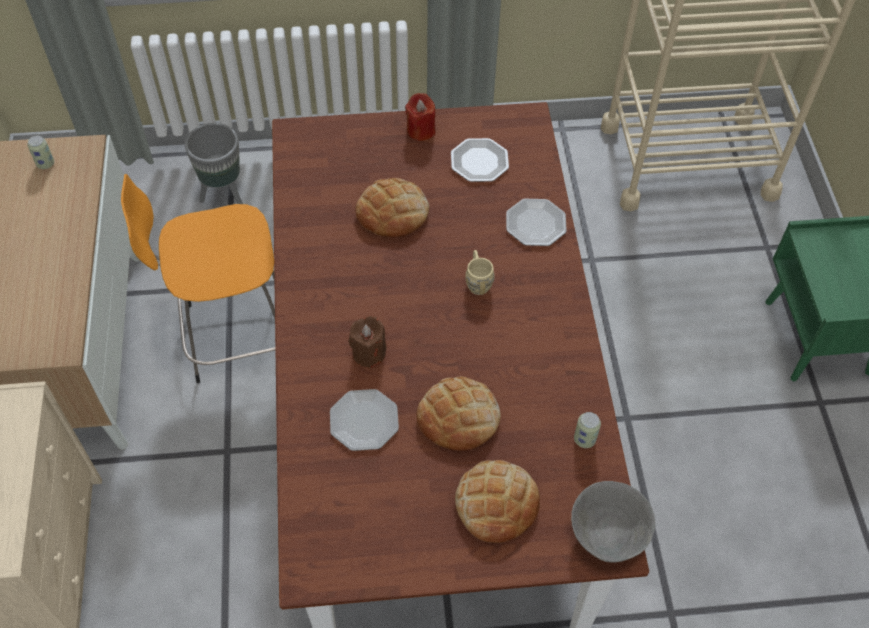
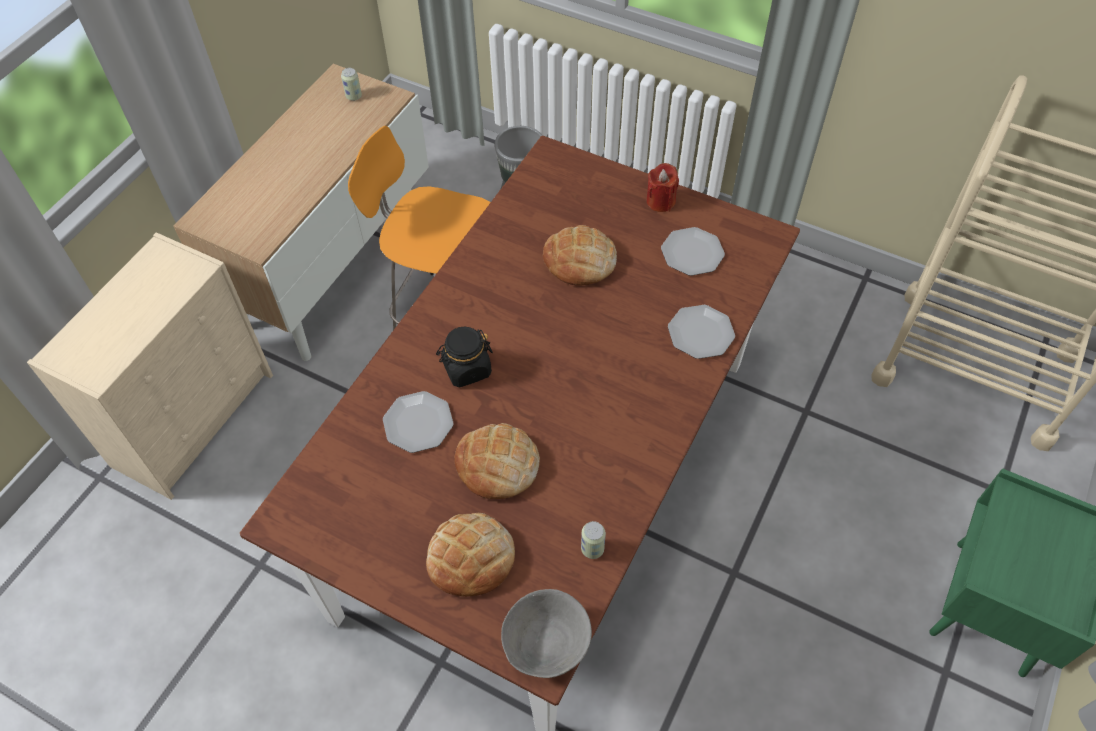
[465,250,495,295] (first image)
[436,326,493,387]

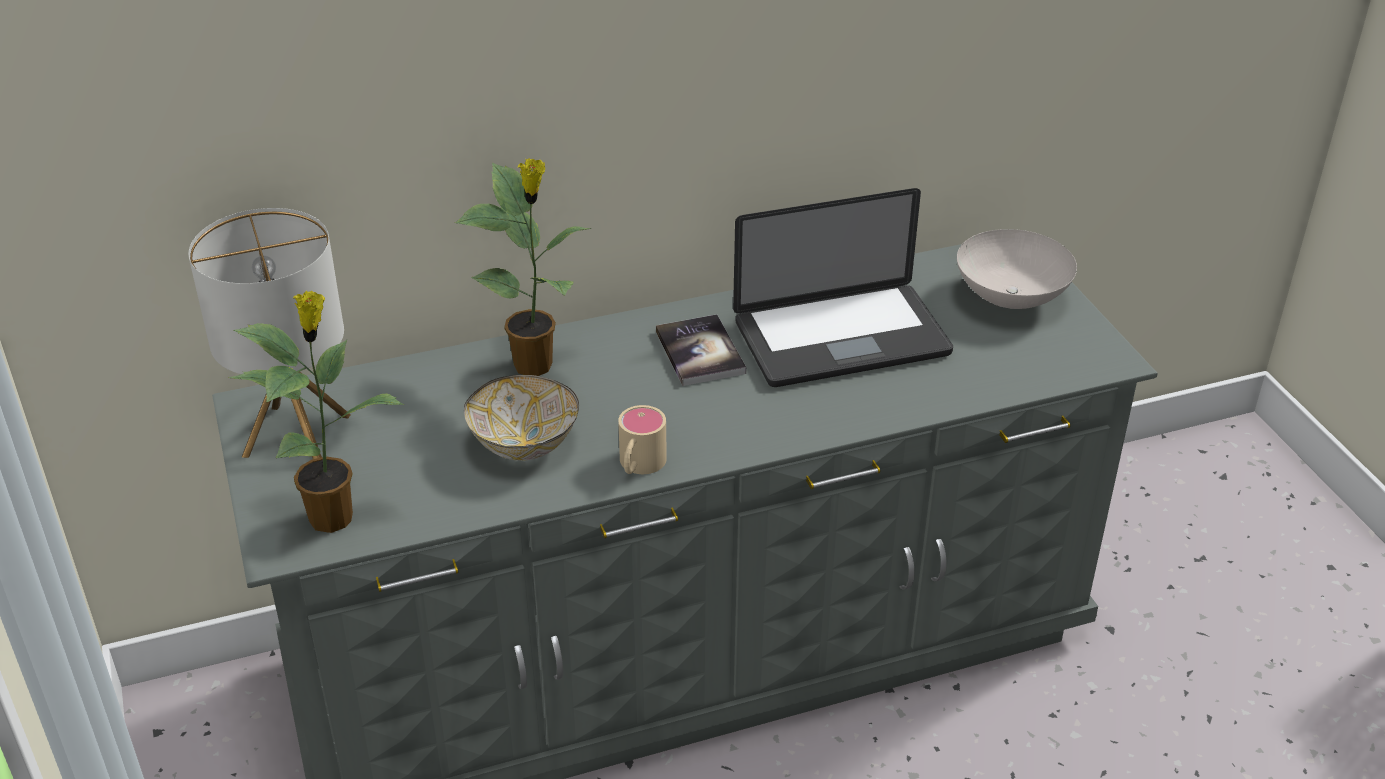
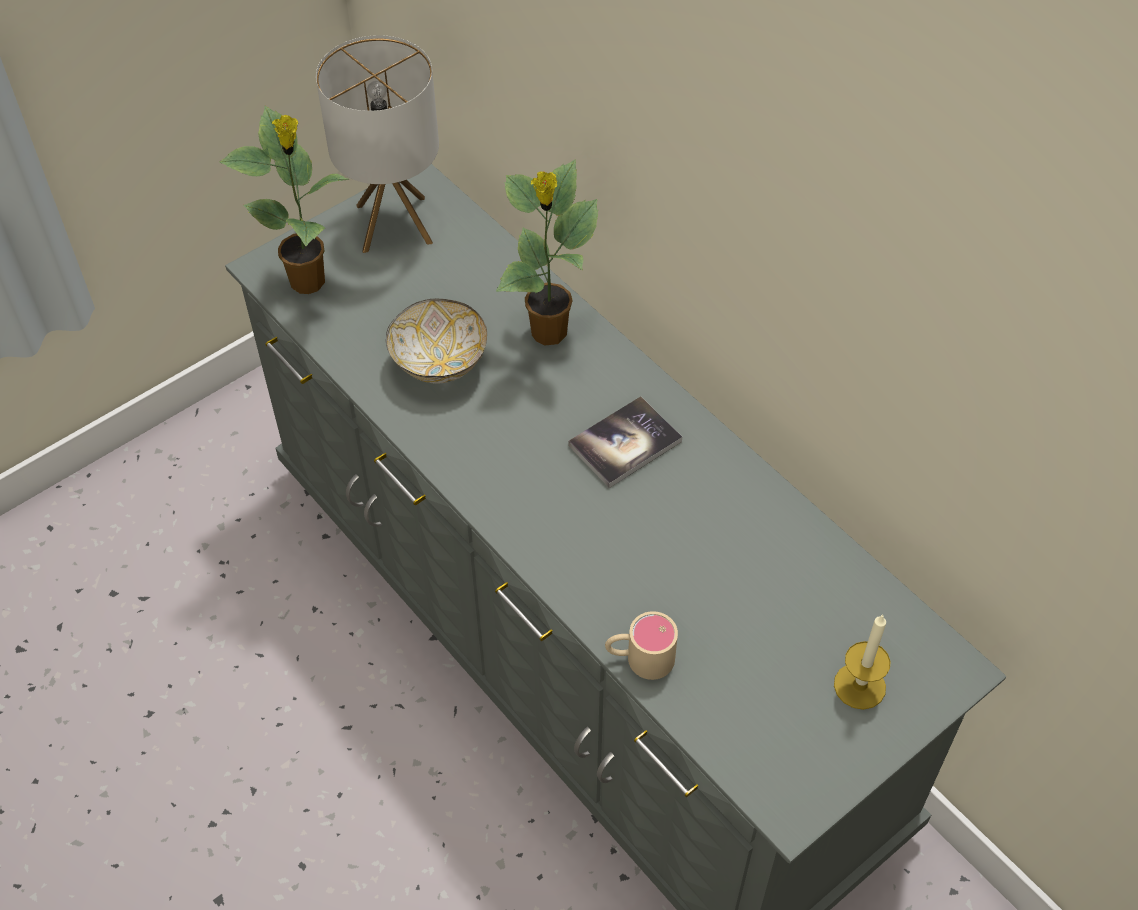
[733,188,953,387] (first image)
[605,611,678,680]
[834,614,891,710]

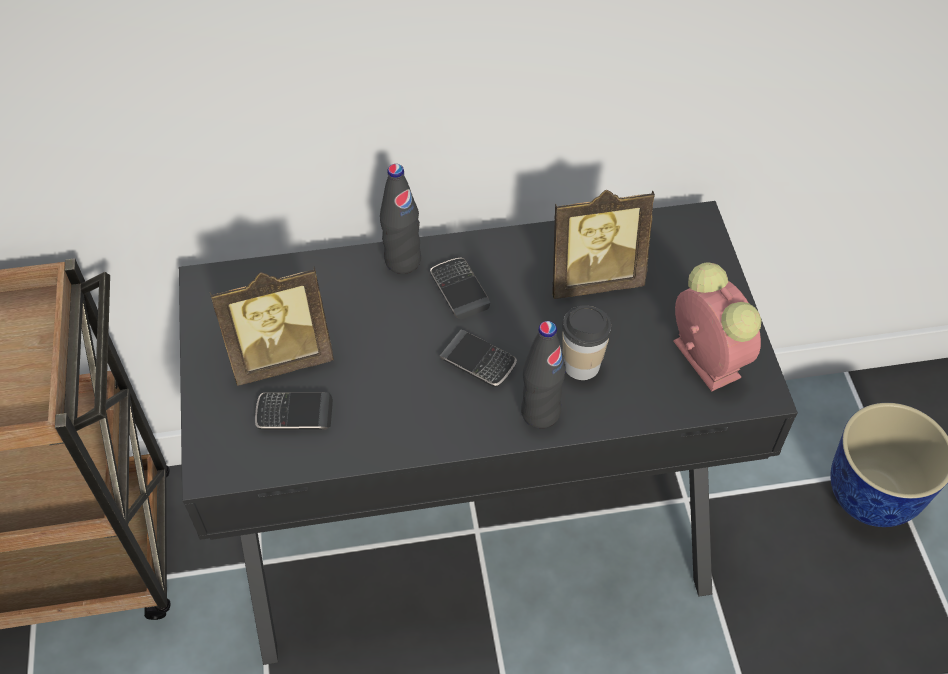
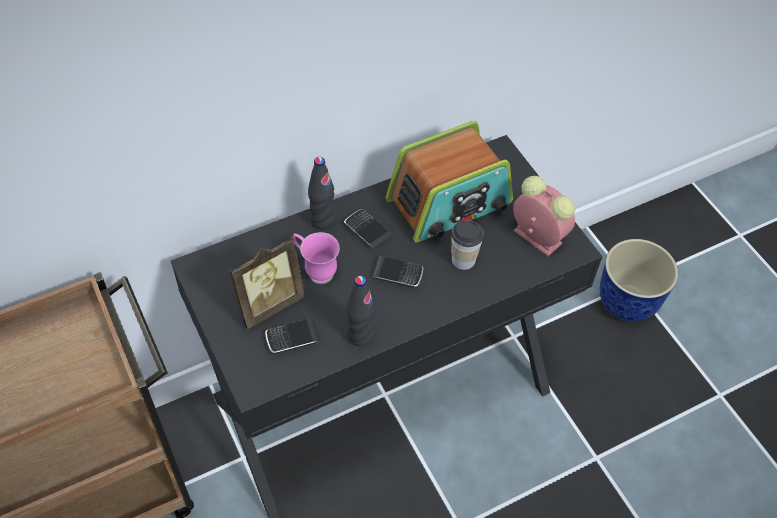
[293,232,340,284]
[346,276,375,346]
[385,121,513,242]

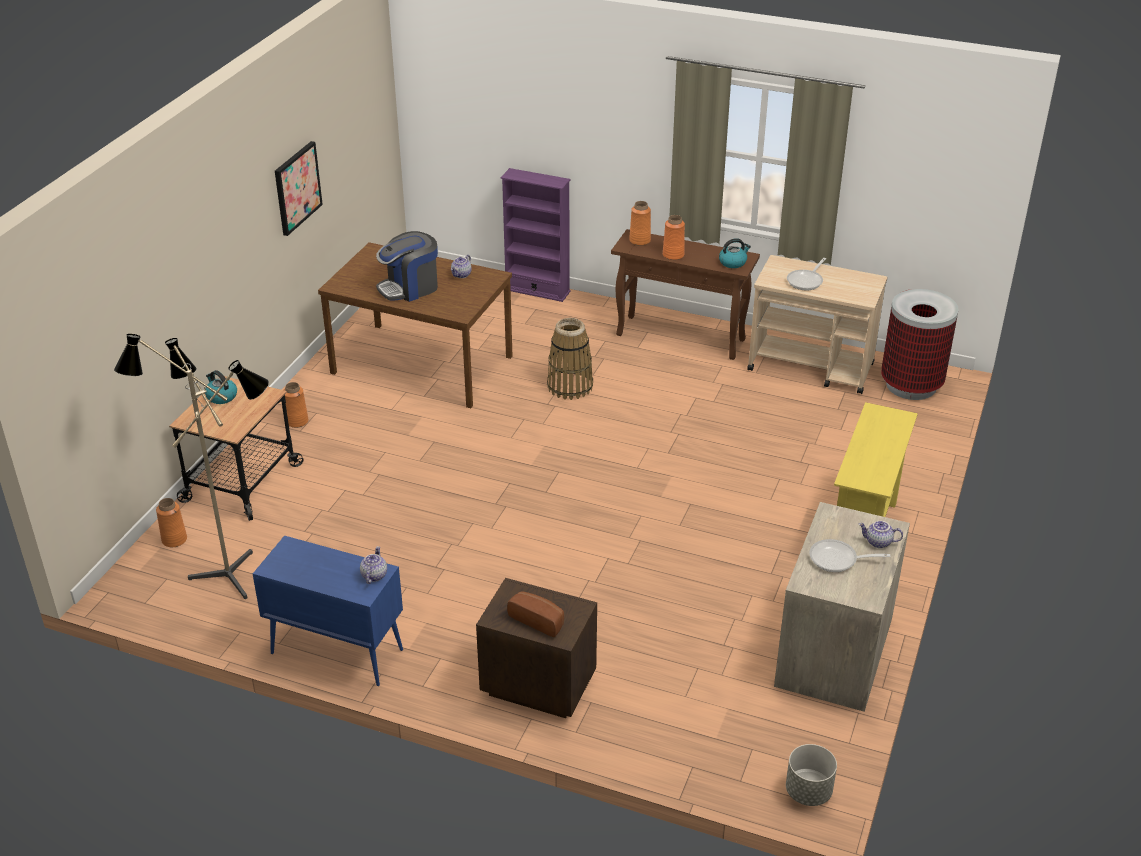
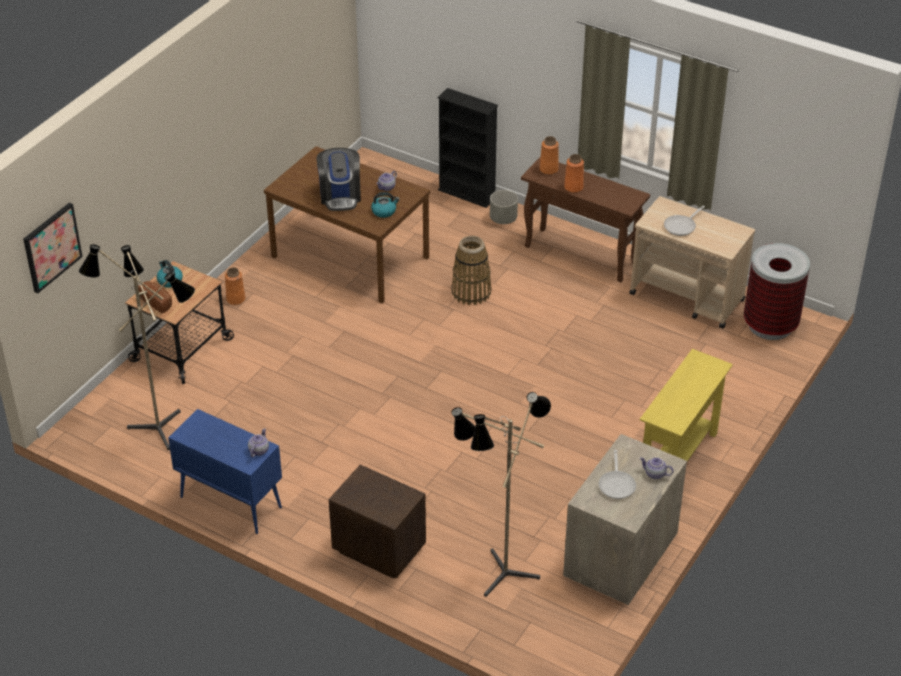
[156,498,187,547] (first image)
[451,392,551,597]
[23,203,82,293]
[138,281,172,313]
[371,192,400,218]
[490,190,518,224]
[437,88,498,208]
[317,148,361,211]
[599,450,636,499]

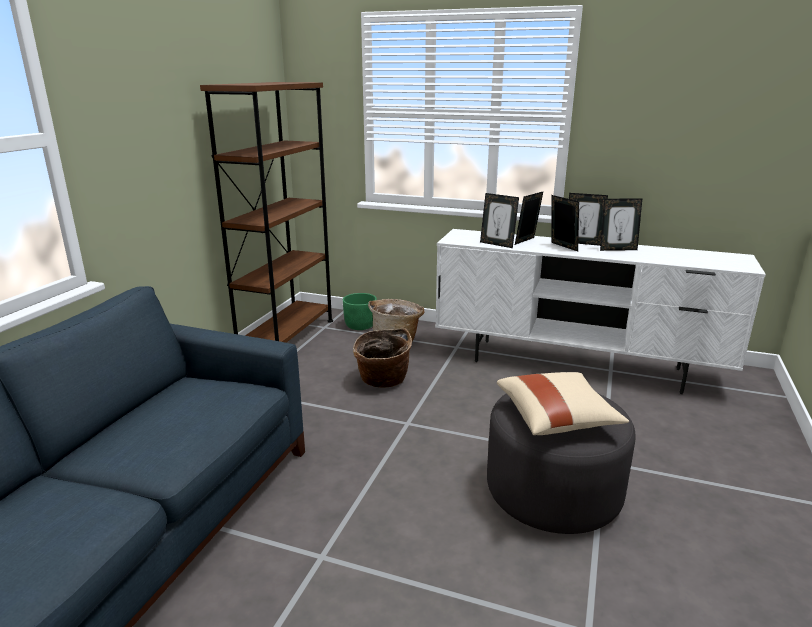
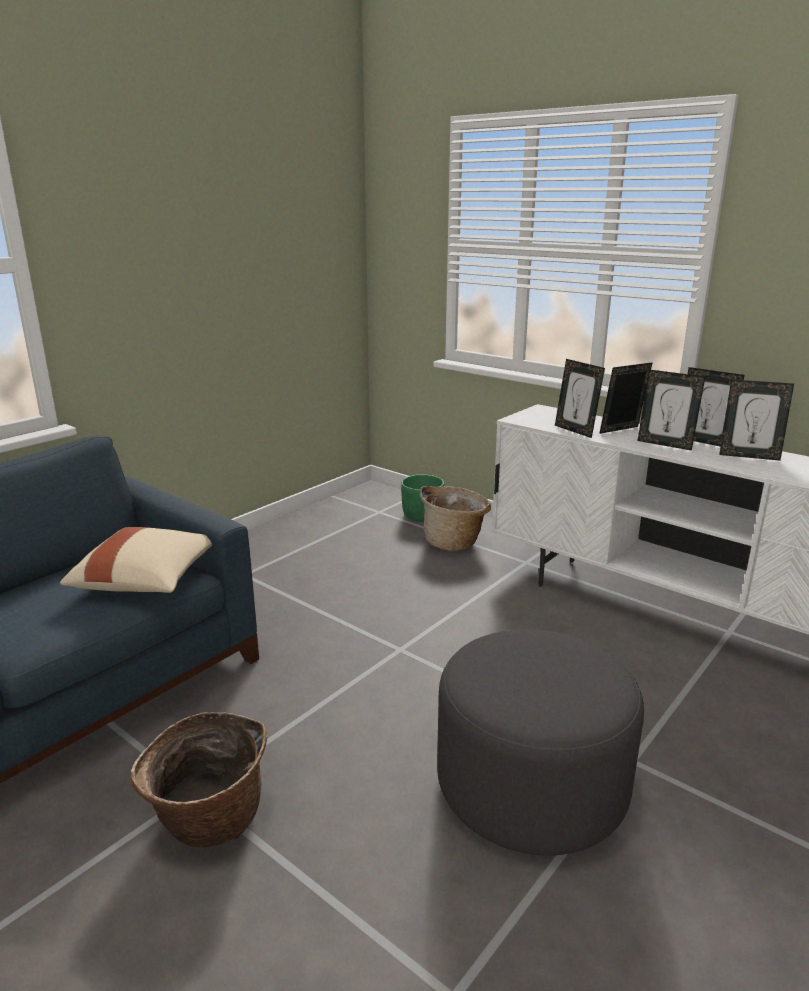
[200,82,333,343] (first image)
[131,712,267,848]
[60,527,212,593]
[638,370,705,451]

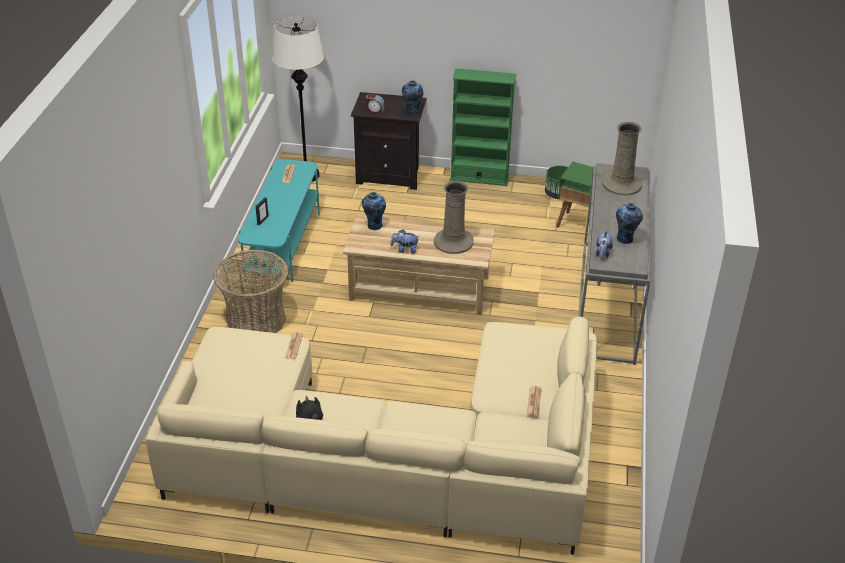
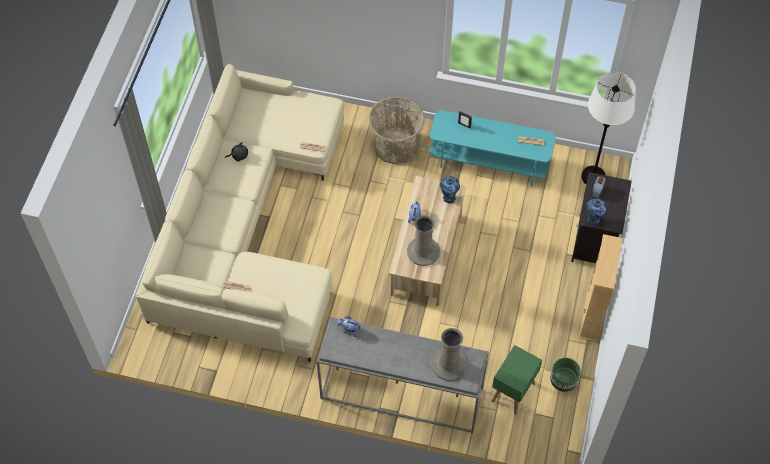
[616,203,643,244] (first image)
[578,234,623,342]

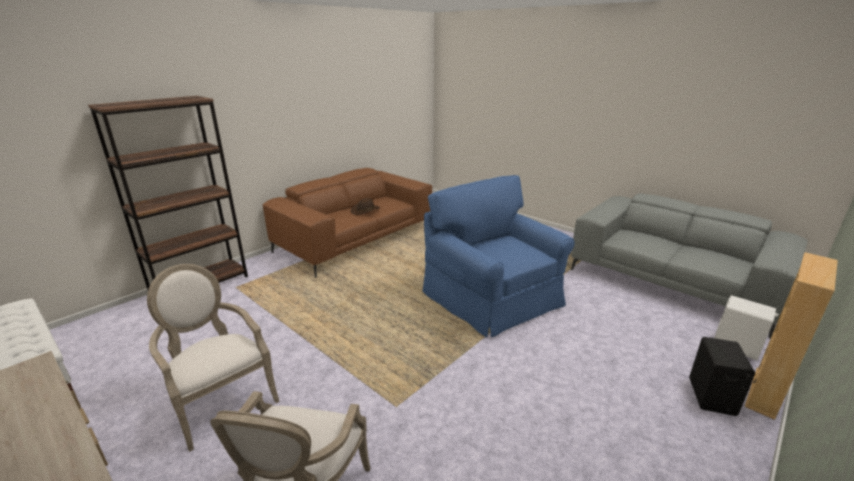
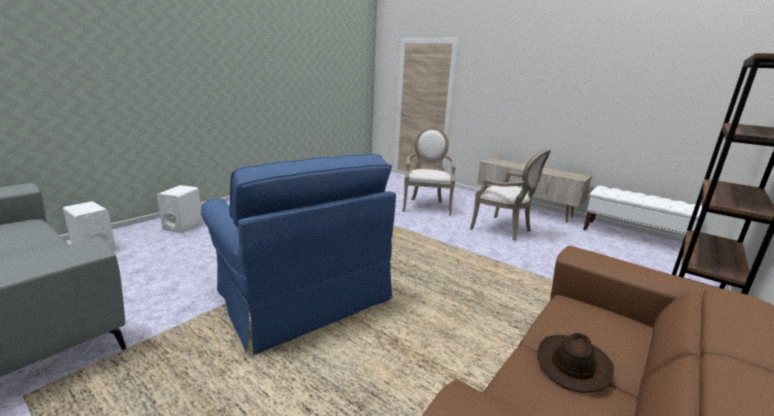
[745,252,838,420] (first image)
[157,185,202,233]

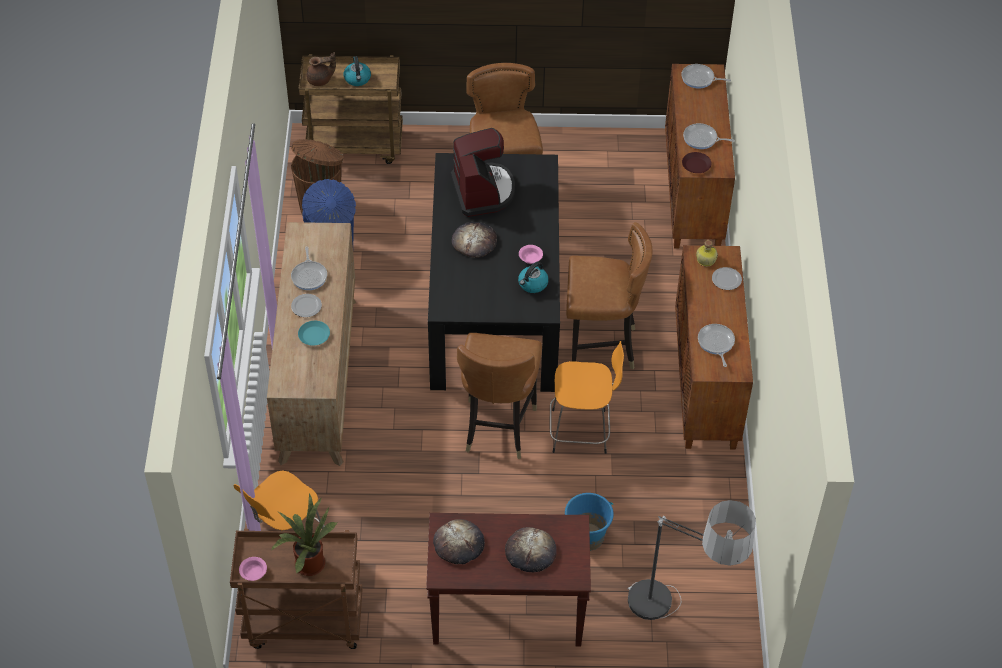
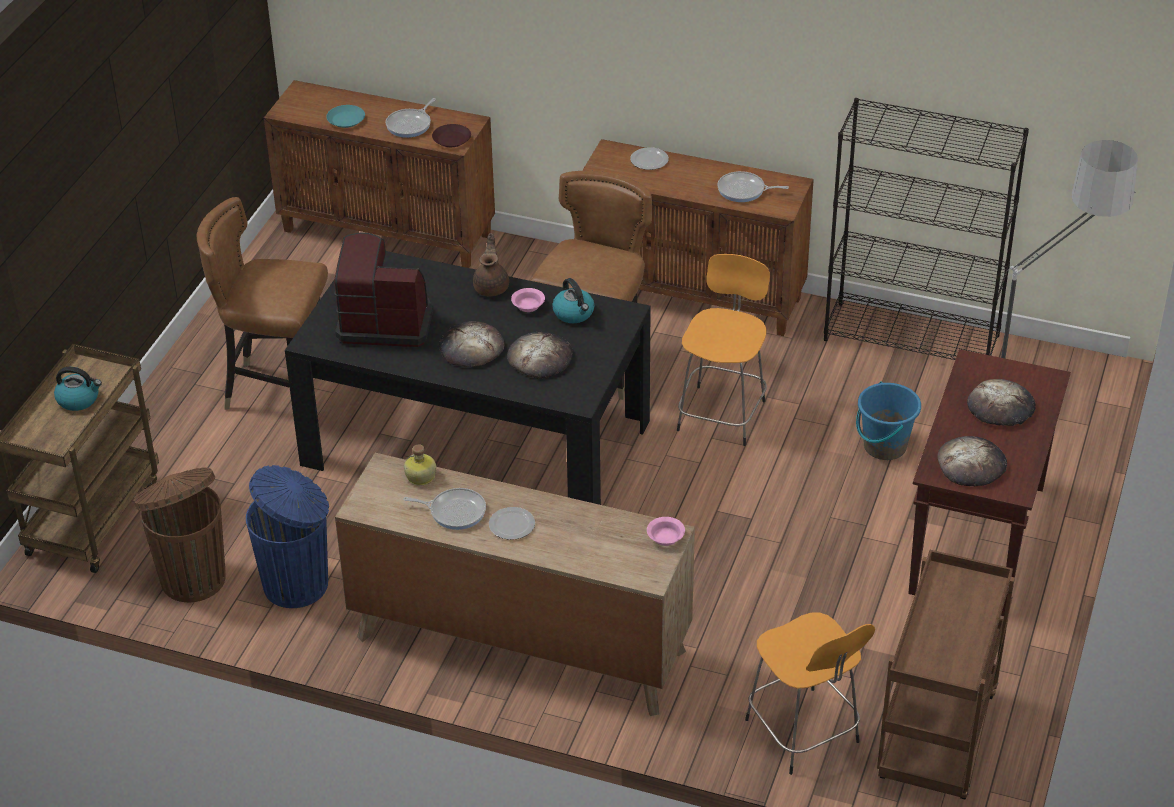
[271,492,337,576] (first image)
[457,333,542,459] (first image)
[681,64,731,88] (first image)
[507,332,573,378]
[824,98,1029,360]
[647,517,685,546]
[326,105,365,128]
[473,233,509,296]
[404,444,436,486]

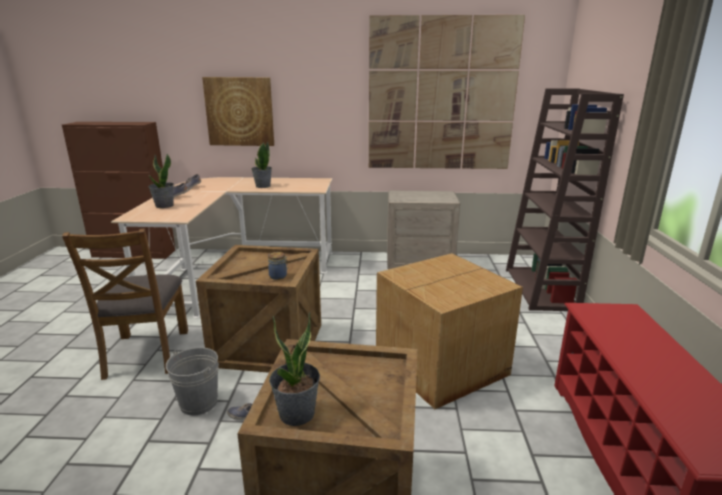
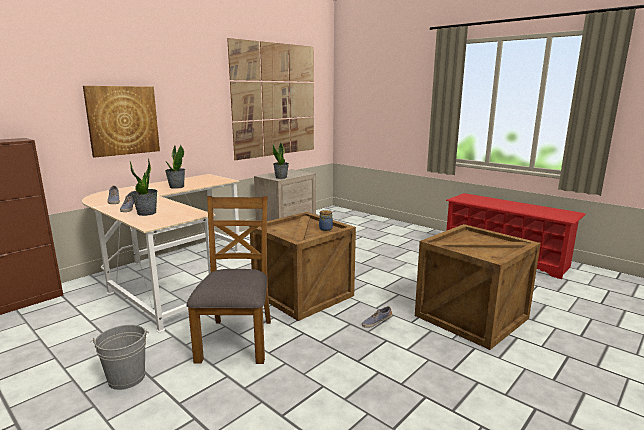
[376,253,523,409] (first image)
[506,88,624,311] (first image)
[90,325,149,390]
[272,142,289,179]
[186,196,271,364]

